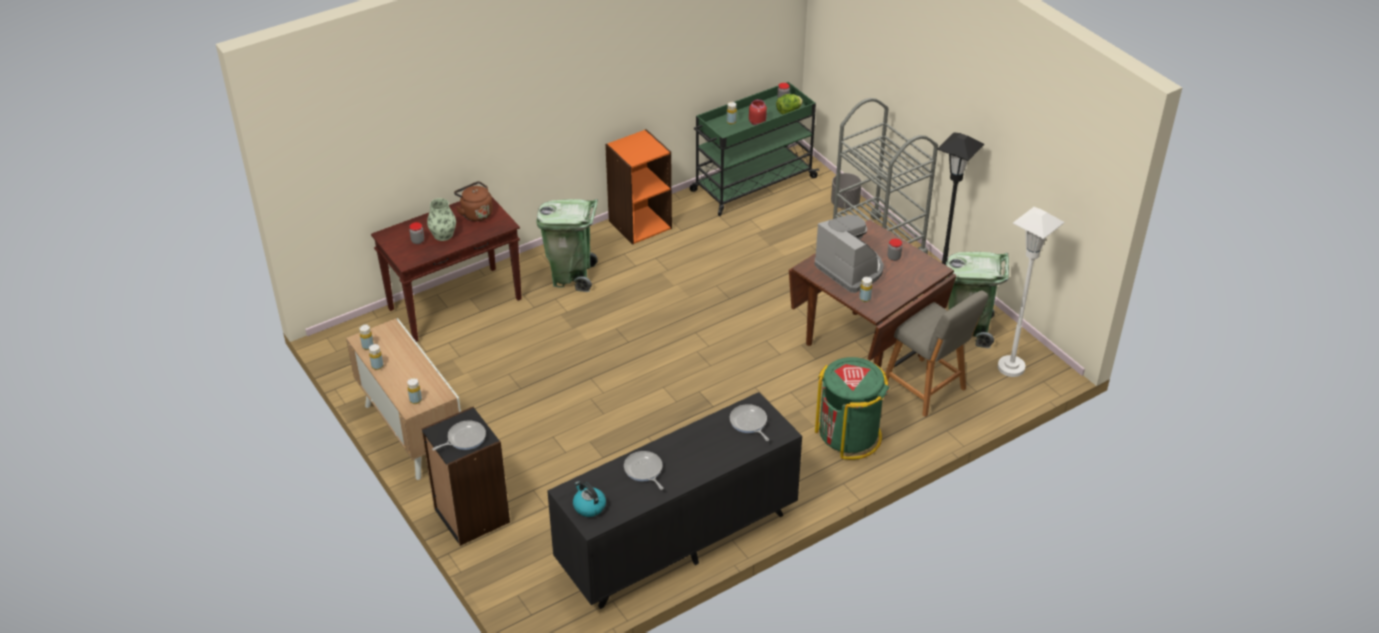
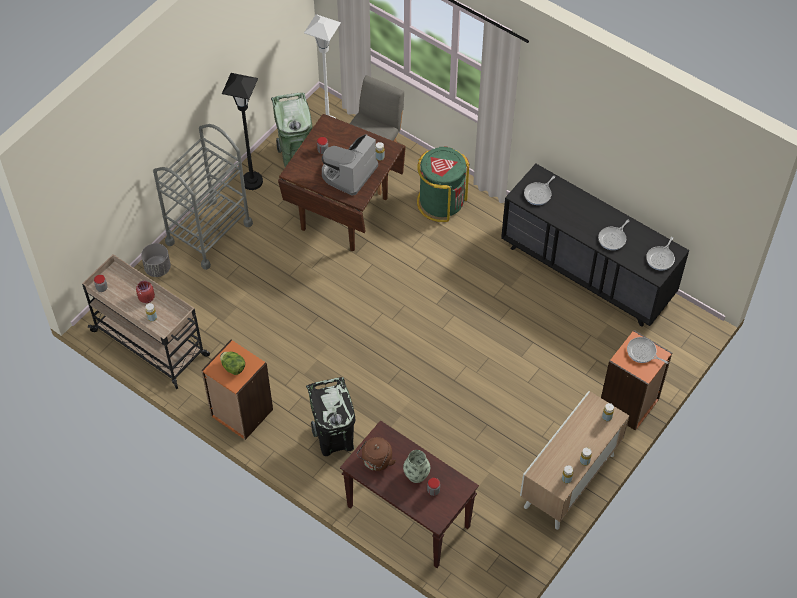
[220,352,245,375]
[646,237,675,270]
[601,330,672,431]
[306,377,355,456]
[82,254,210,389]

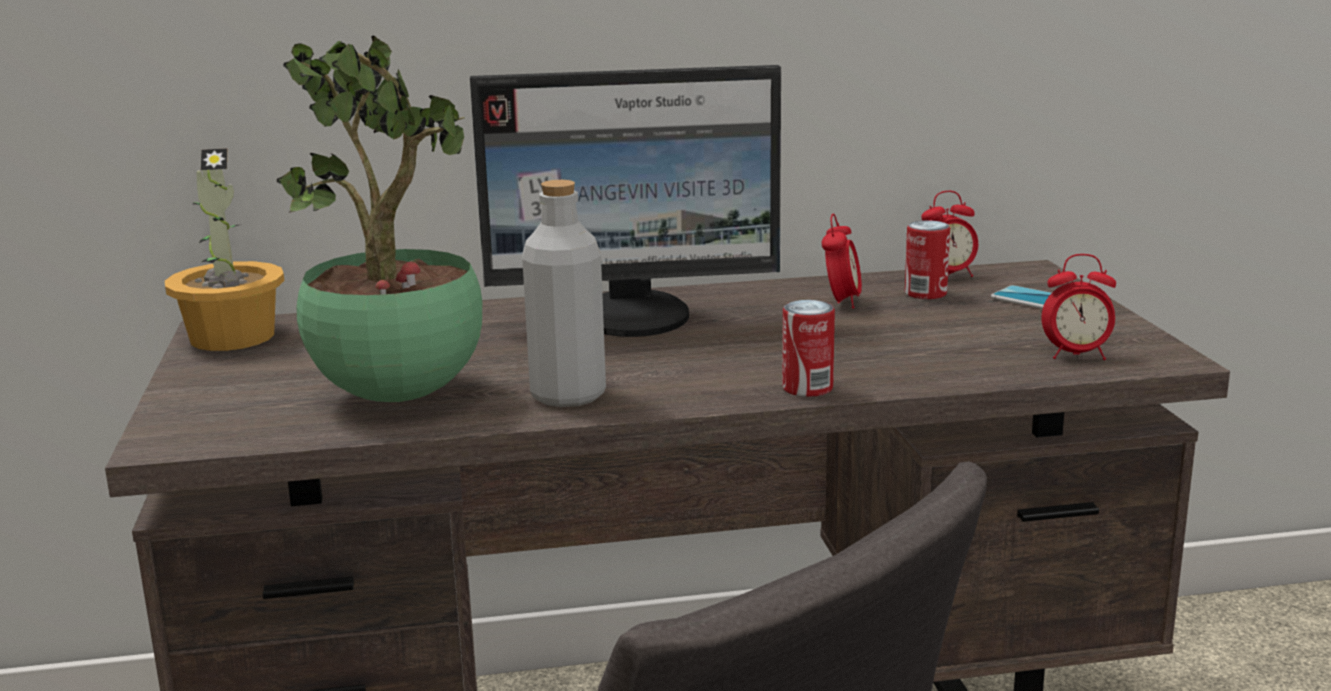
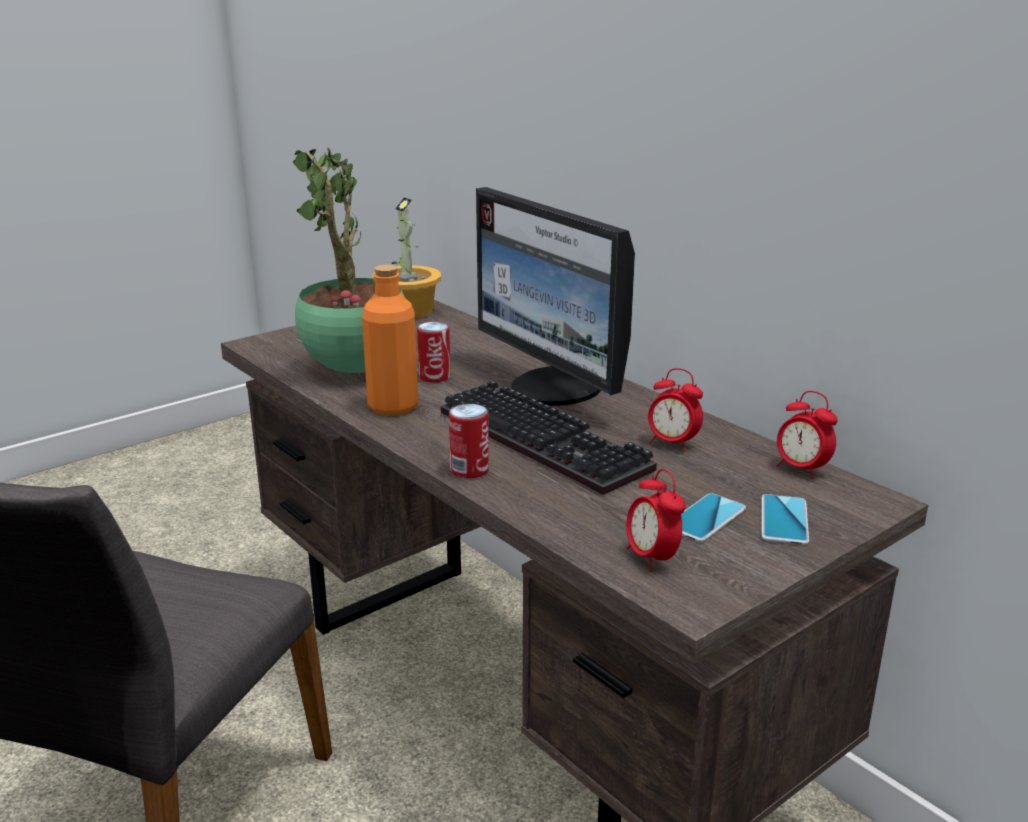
[441,381,657,495]
[681,493,746,542]
[417,322,451,382]
[362,265,418,416]
[648,368,703,452]

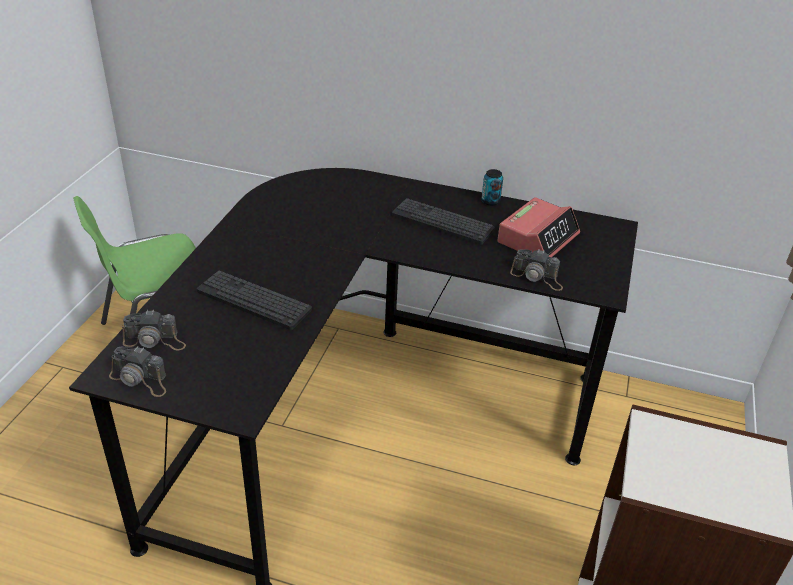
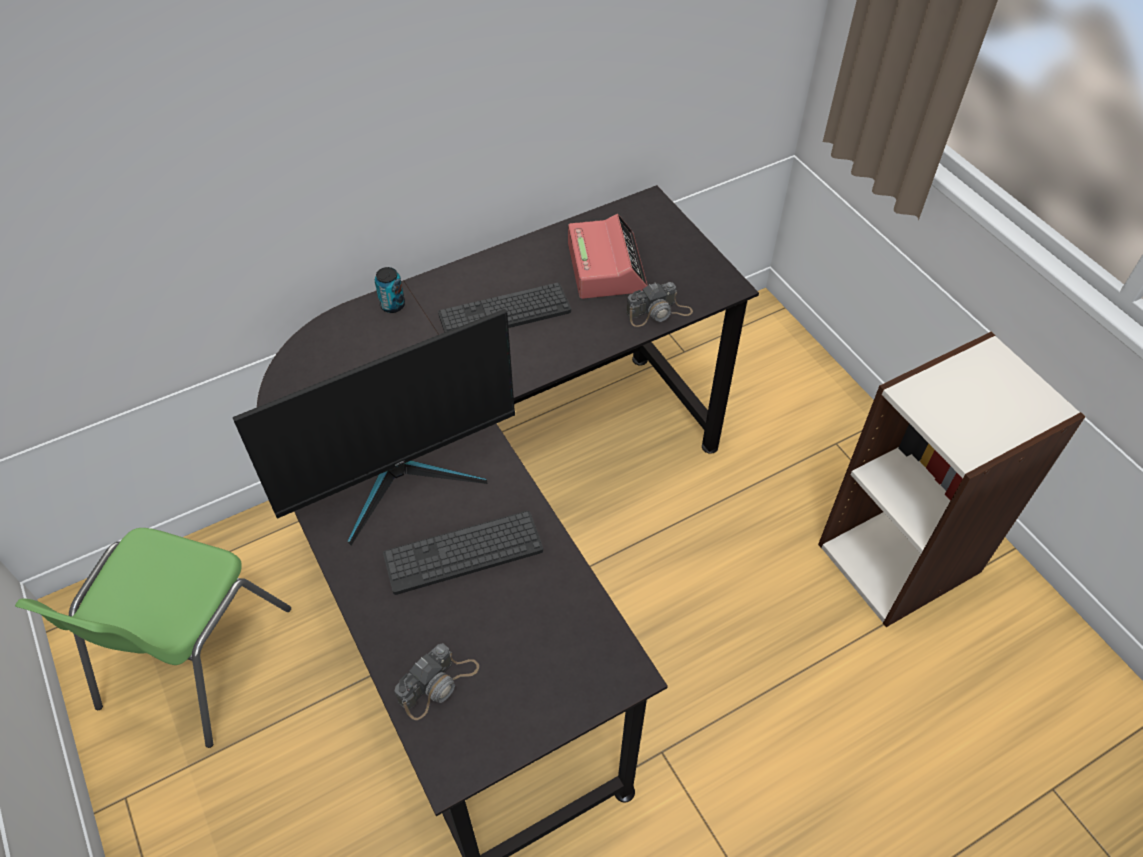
[109,346,166,397] (first image)
[233,309,515,546]
[375,267,405,313]

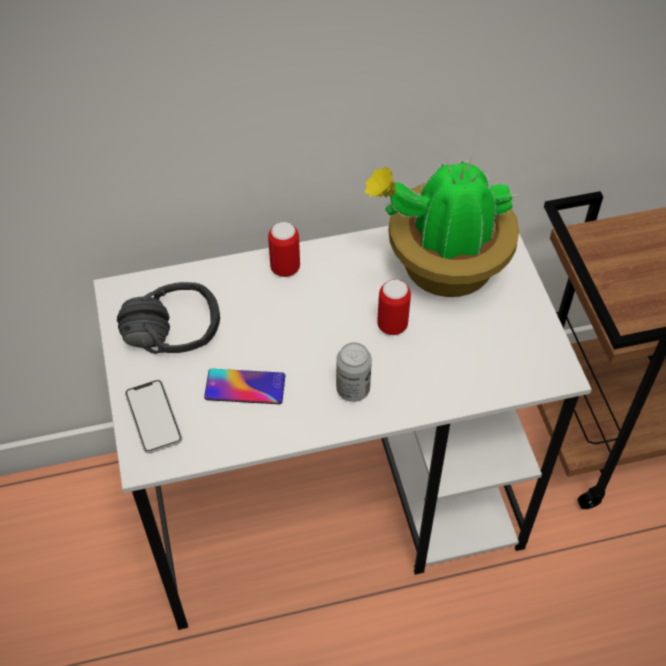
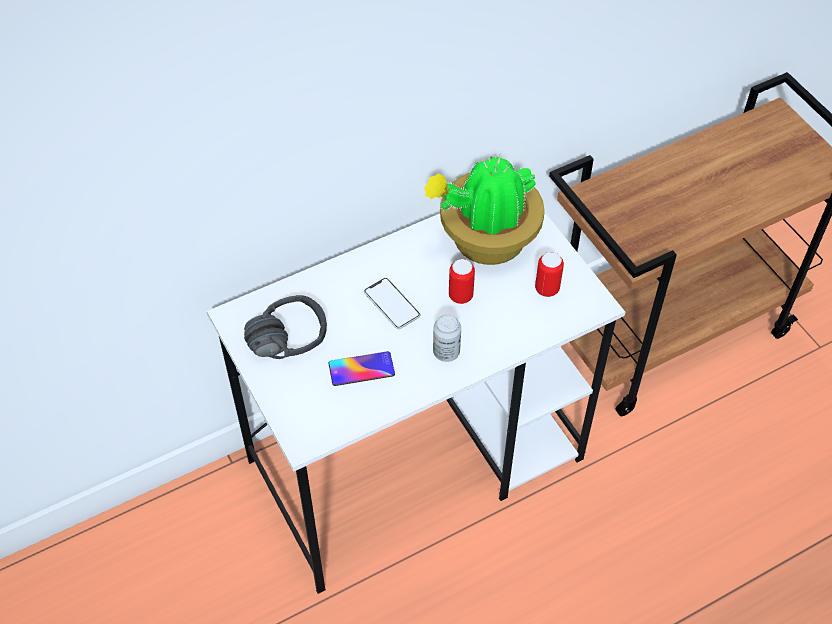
[364,278,420,329]
[535,252,564,297]

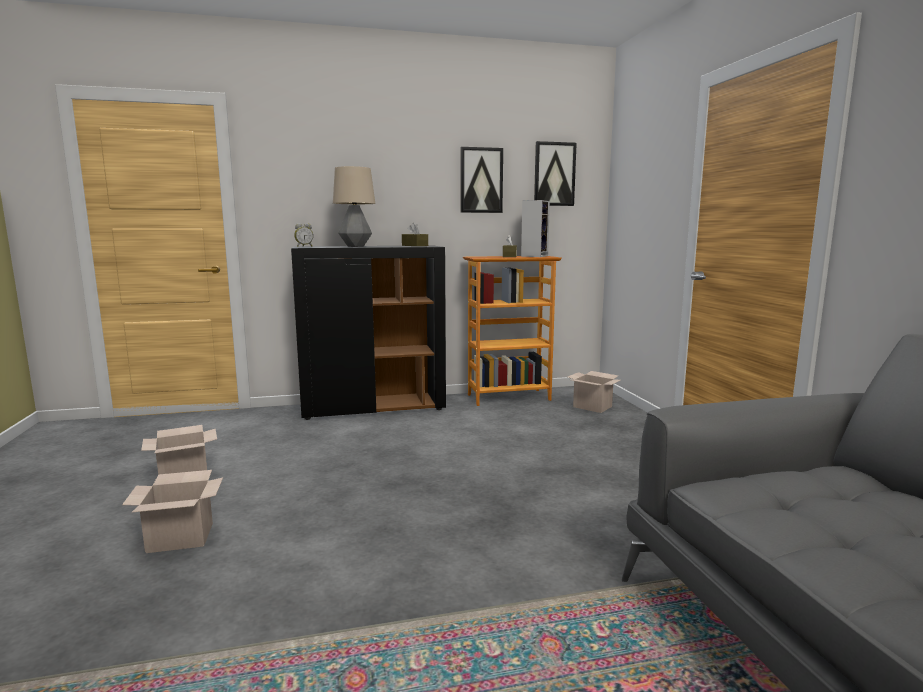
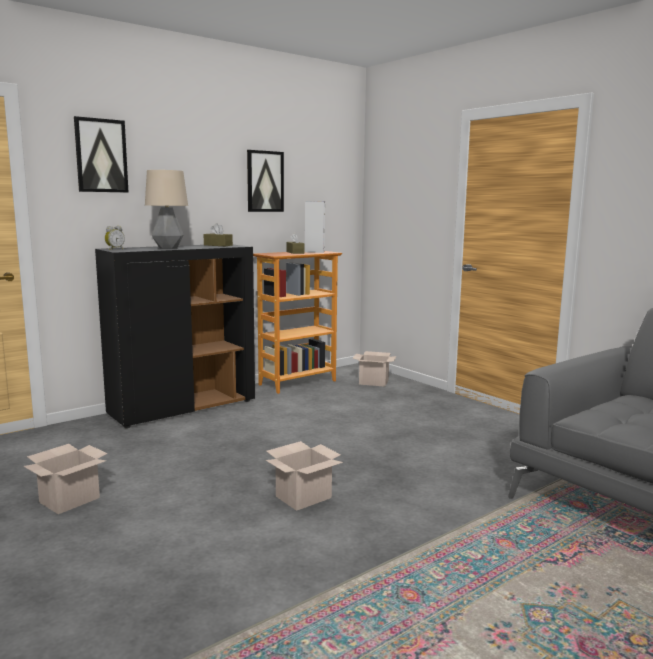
[266,441,343,511]
[74,116,128,192]

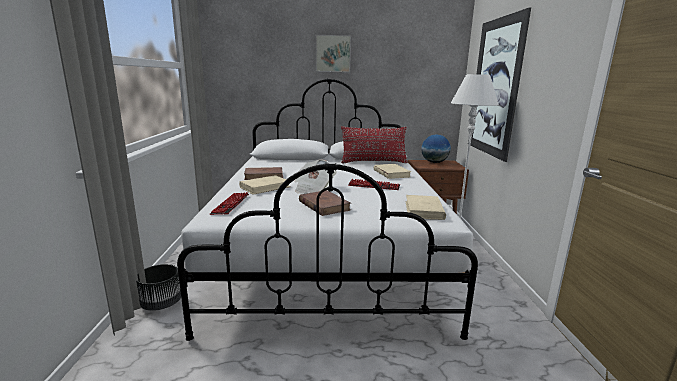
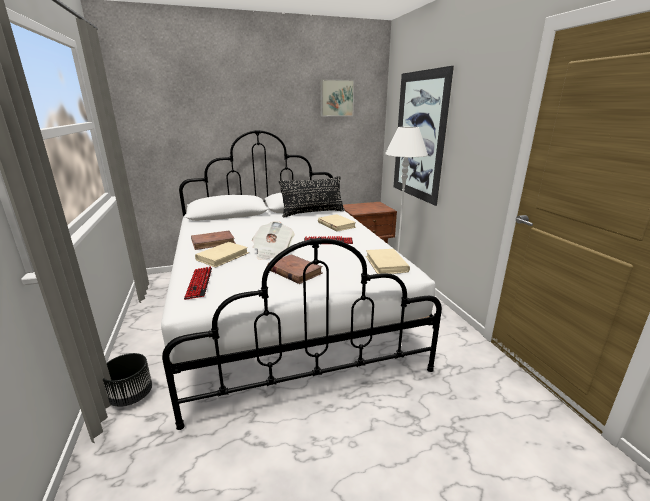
[421,134,451,163] (first image)
[320,79,354,116]
[279,176,345,218]

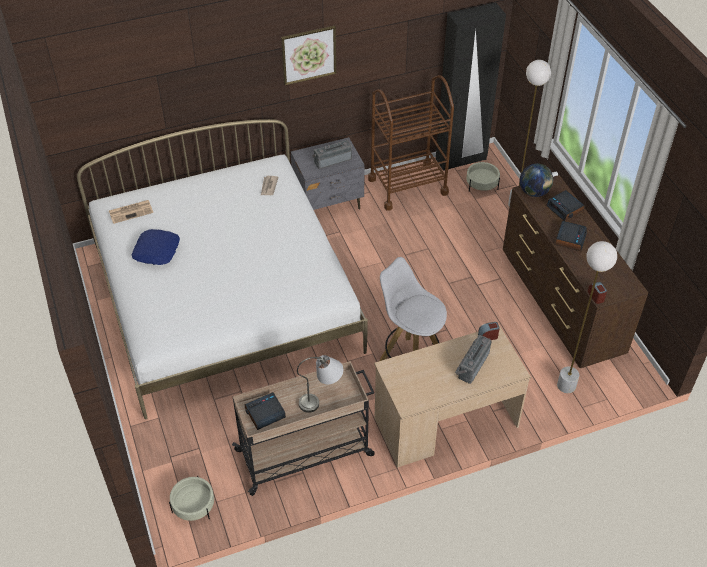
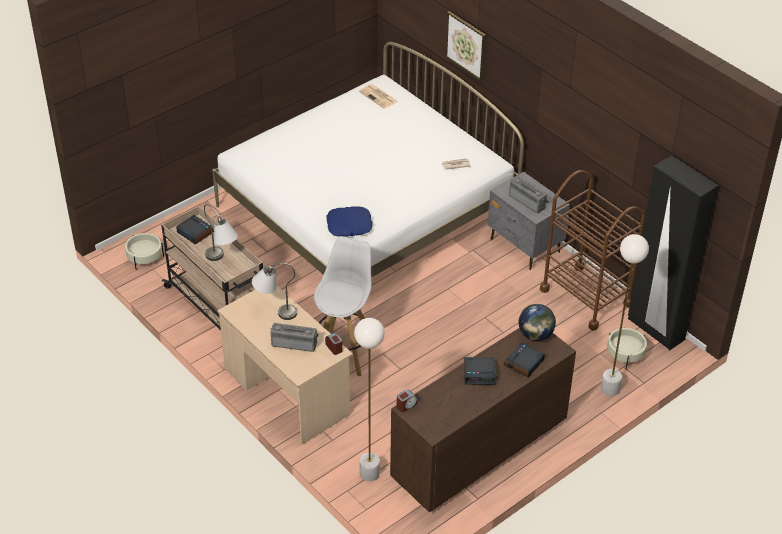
[252,263,297,320]
[326,207,373,237]
[445,11,486,81]

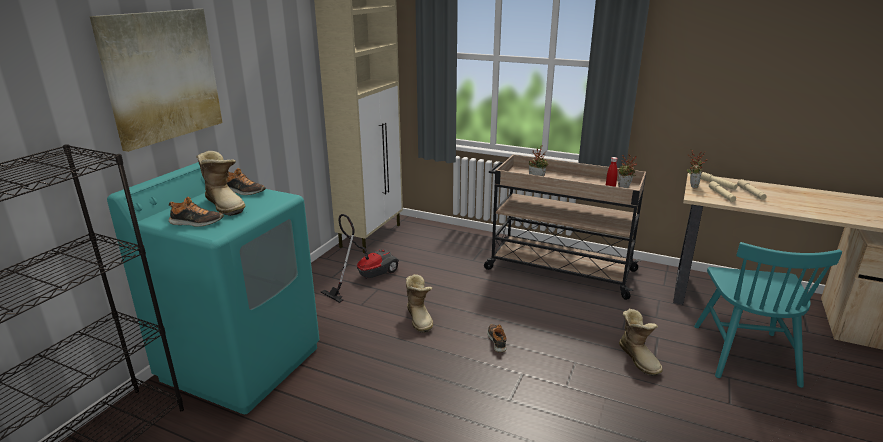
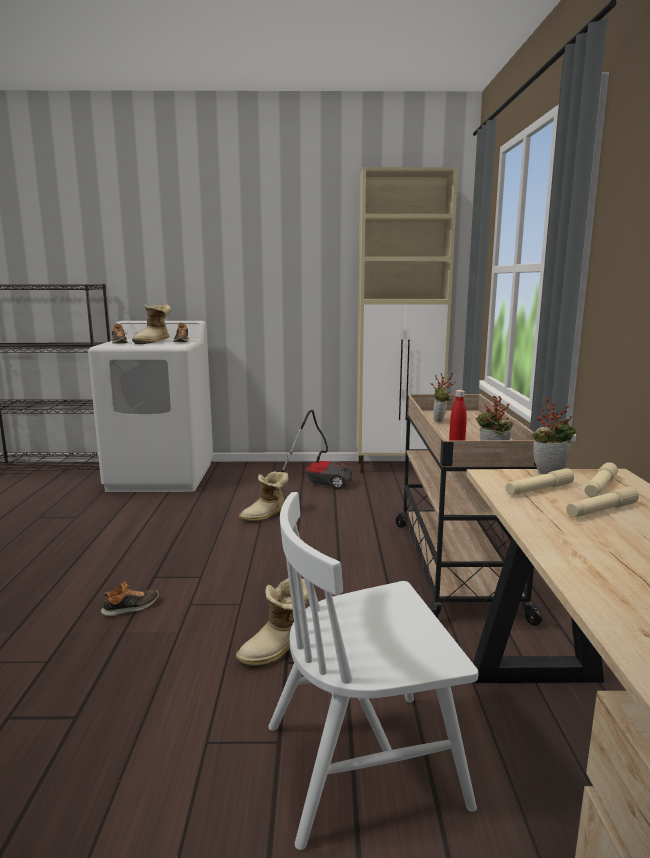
[89,9,222,152] (first image)
[101,582,159,617]
[88,321,213,492]
[268,492,478,850]

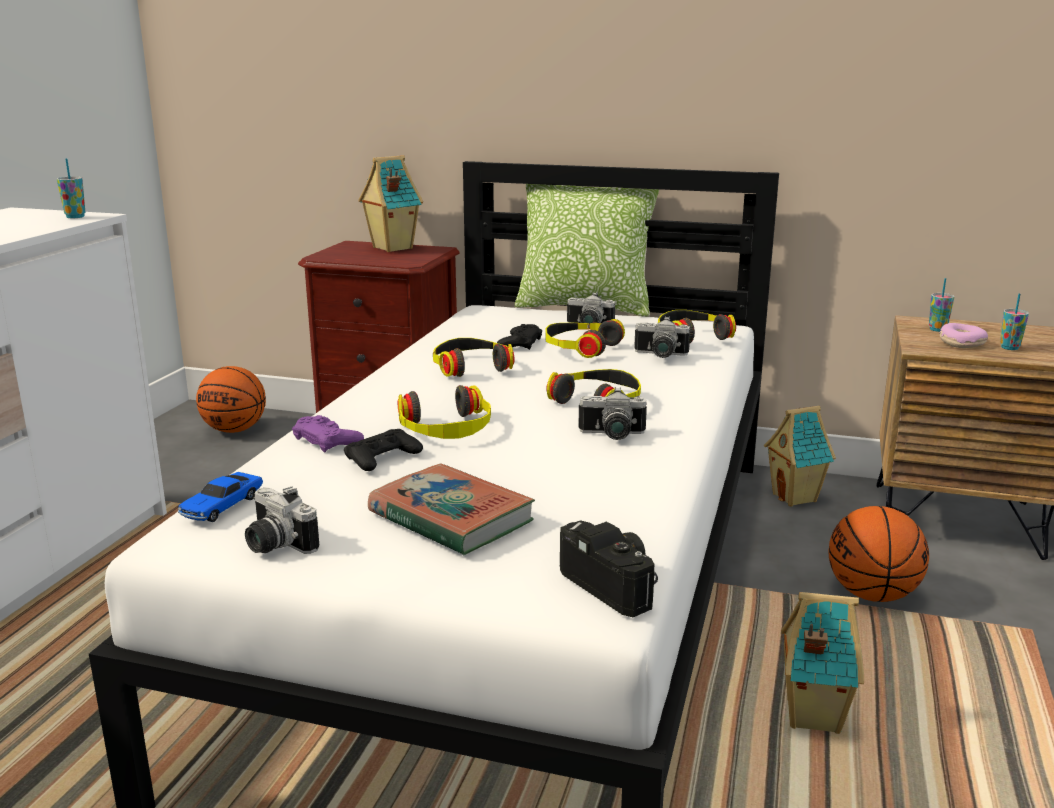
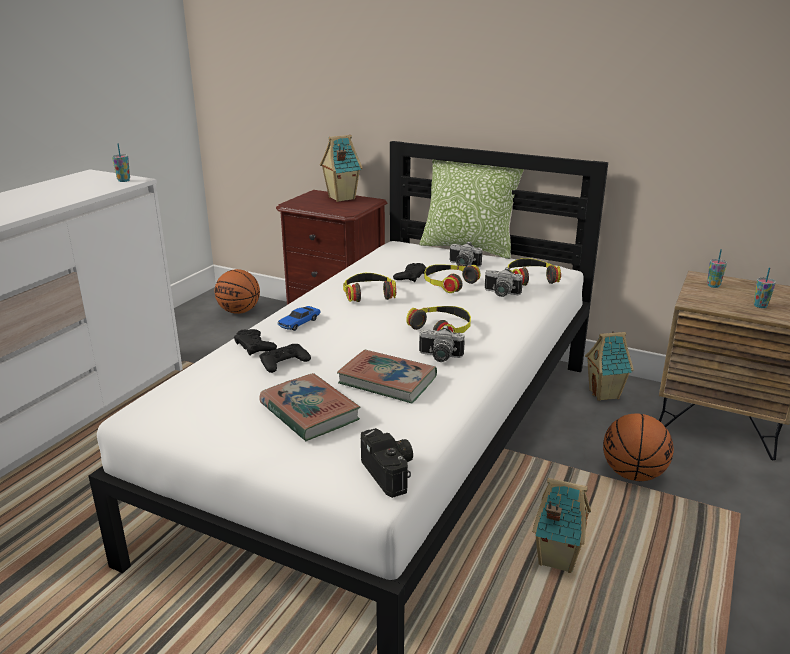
[245,486,319,554] (first image)
[398,385,491,439] (first image)
[939,323,988,348] (first image)
[337,350,437,403]
[278,306,321,331]
[234,329,277,356]

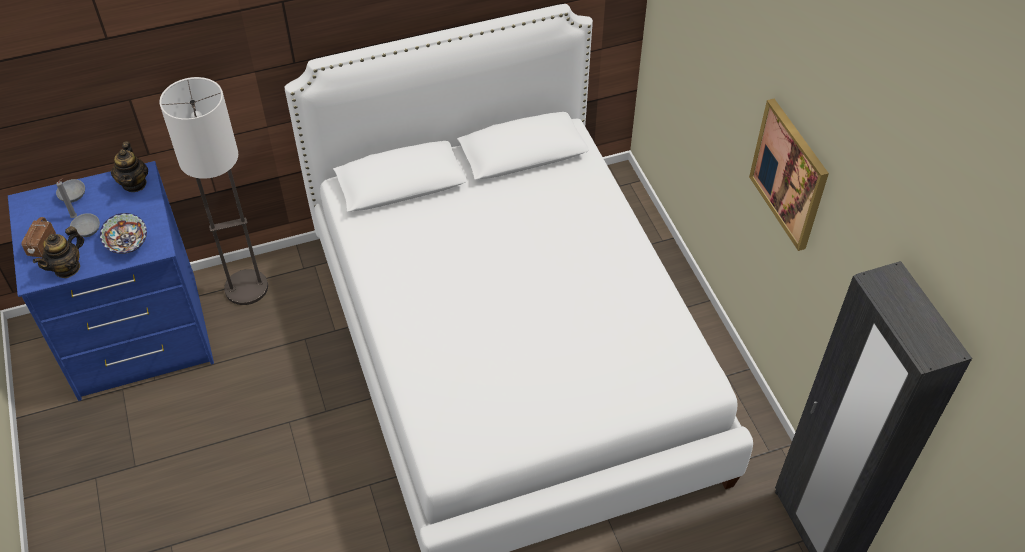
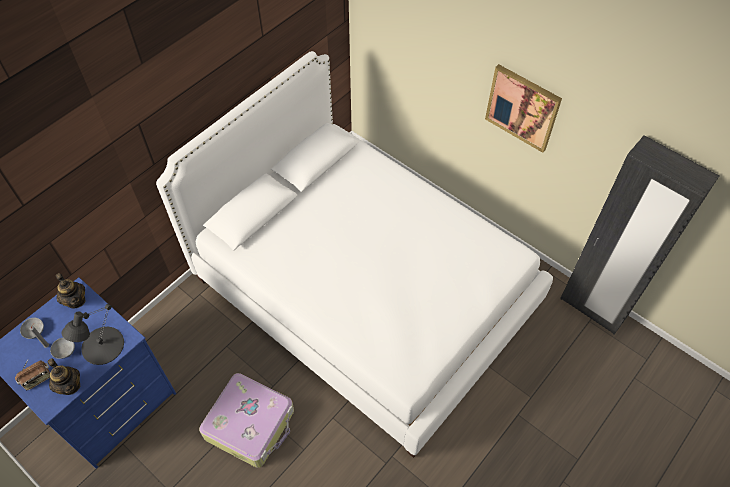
[159,77,268,305] (first image)
[199,373,294,468]
[62,304,124,365]
[15,360,50,390]
[47,358,80,395]

